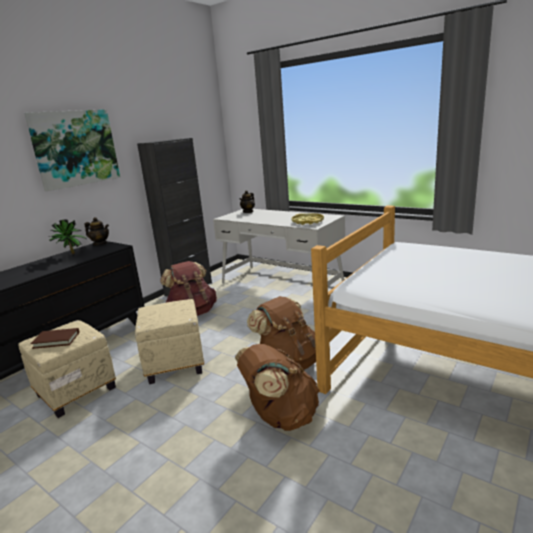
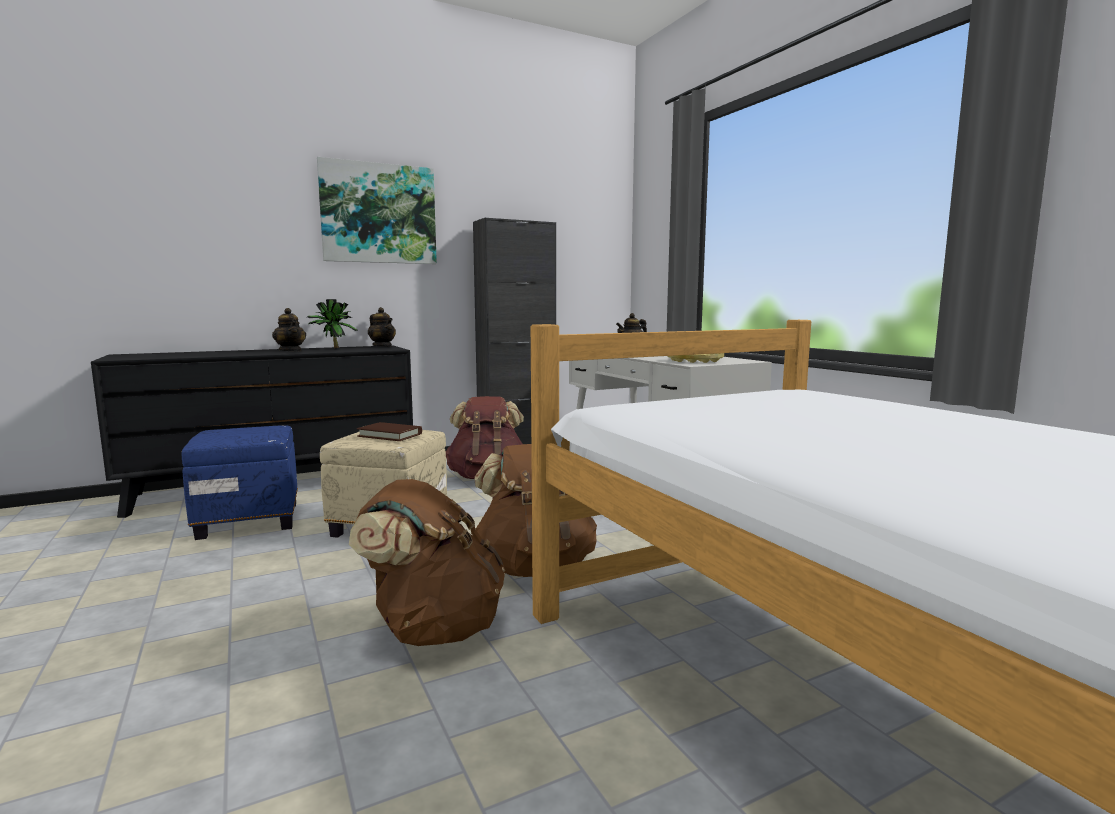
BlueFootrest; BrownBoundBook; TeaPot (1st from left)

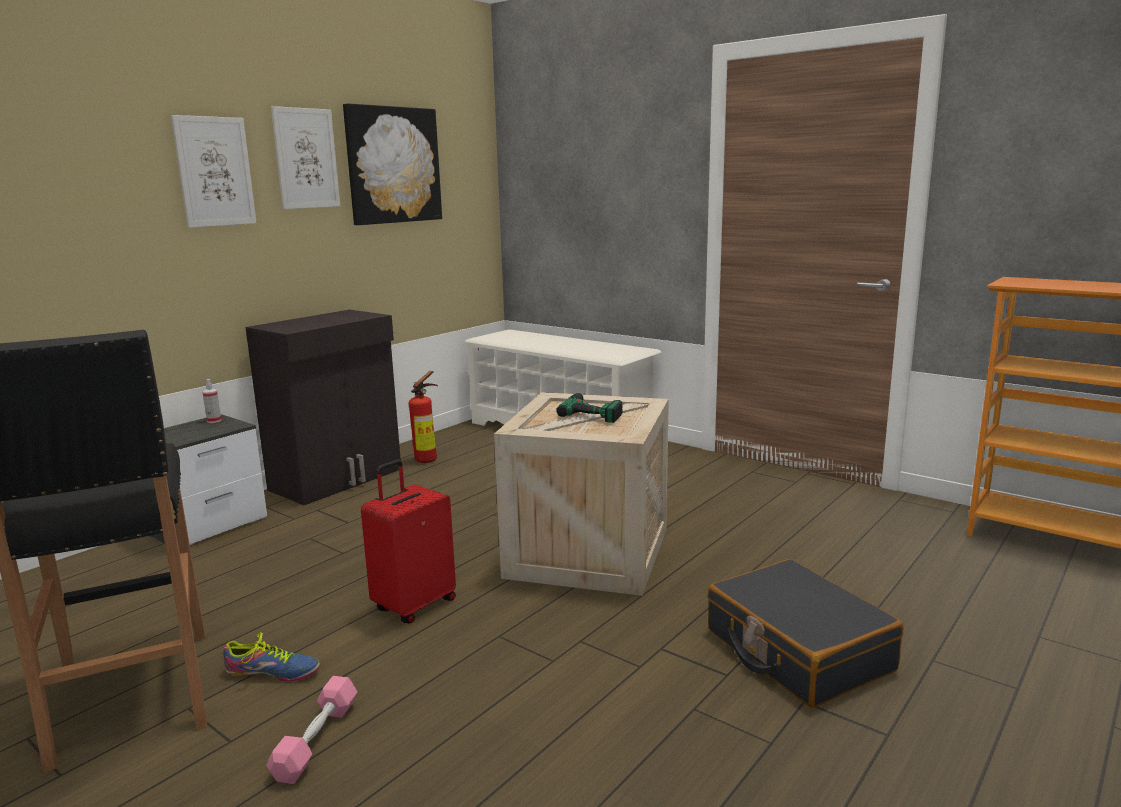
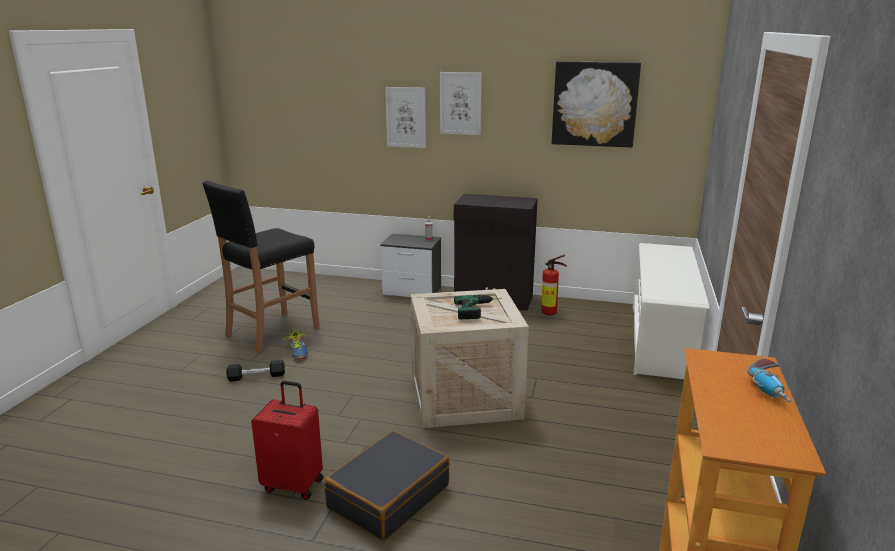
WallPicture (1st from left); RedColouredTravelCase; BlackHandWeight; ElectricDrill (2nd from left)

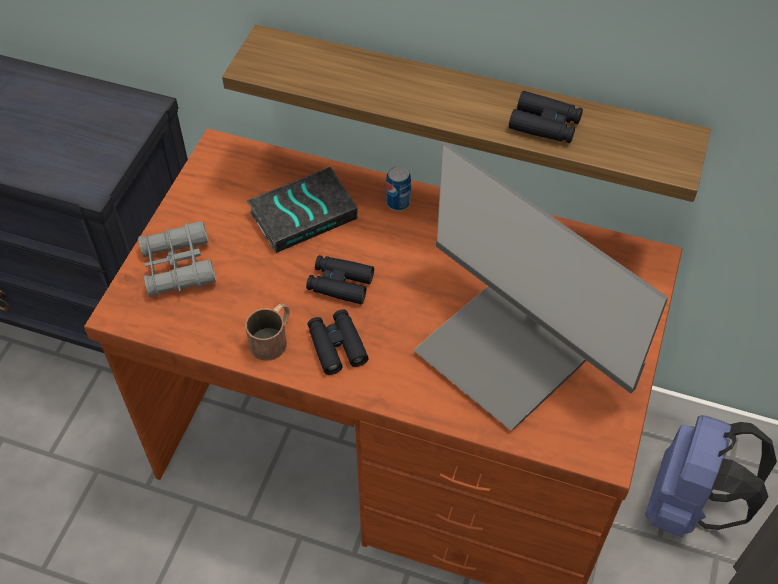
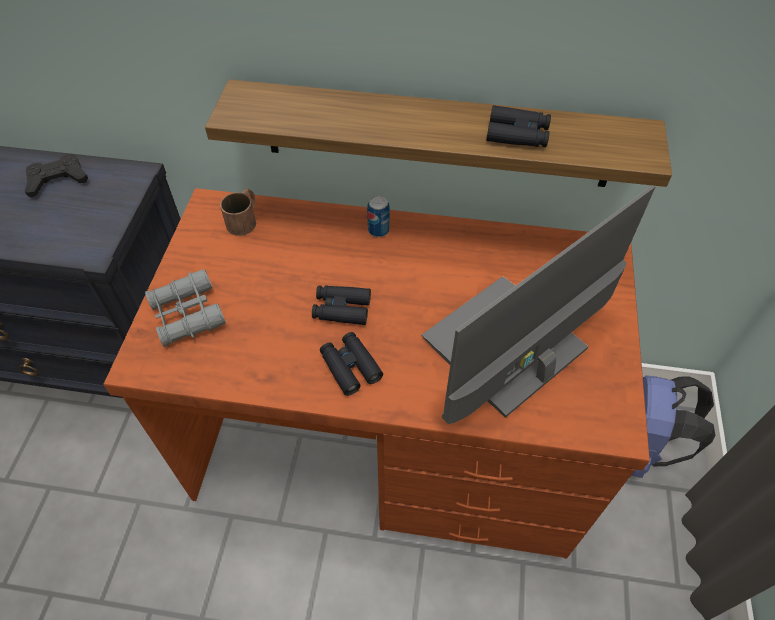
ComputerScreen; BoundBook; BrownCoffeeMug; BlackJoypad

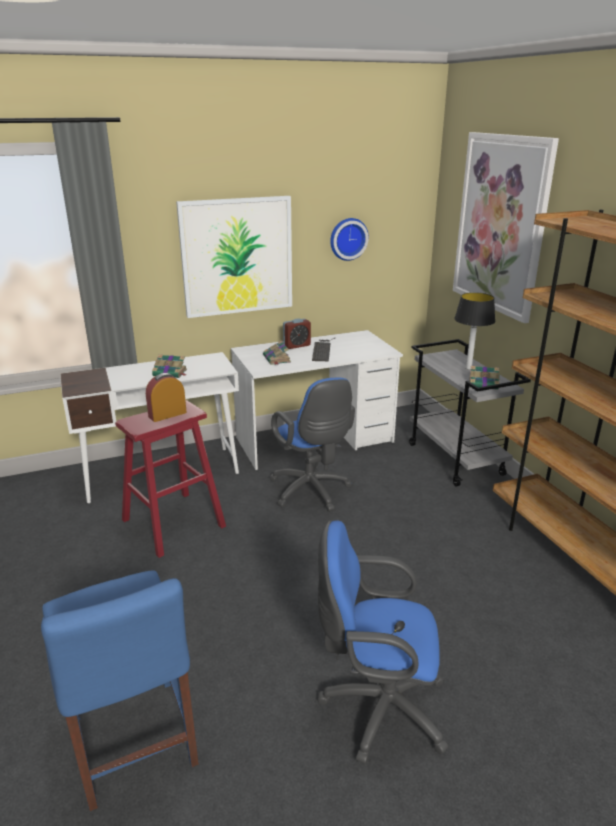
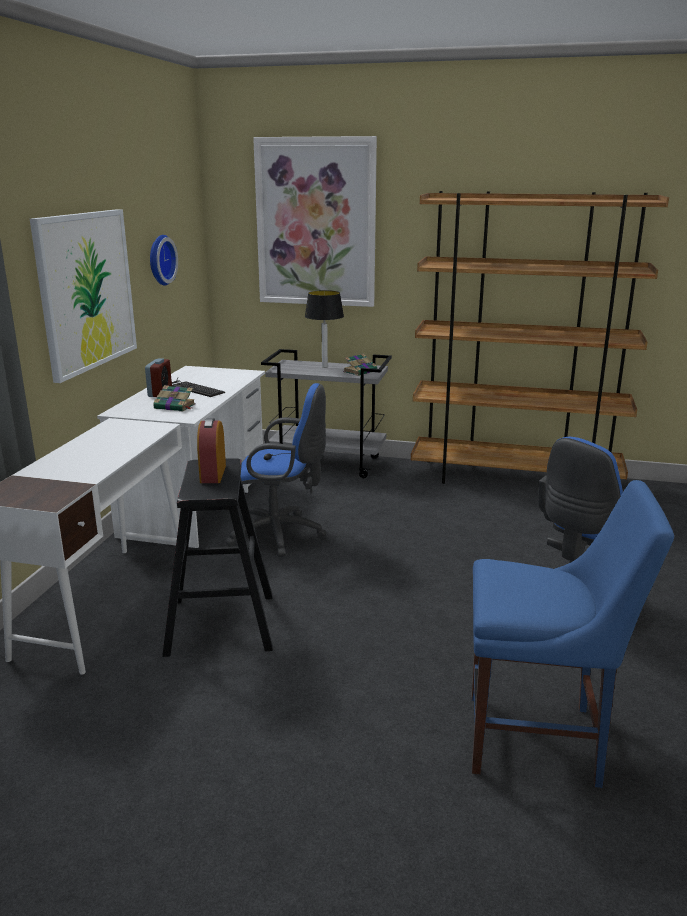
BoundBook (1st from left in the first image); BlackSittingStool

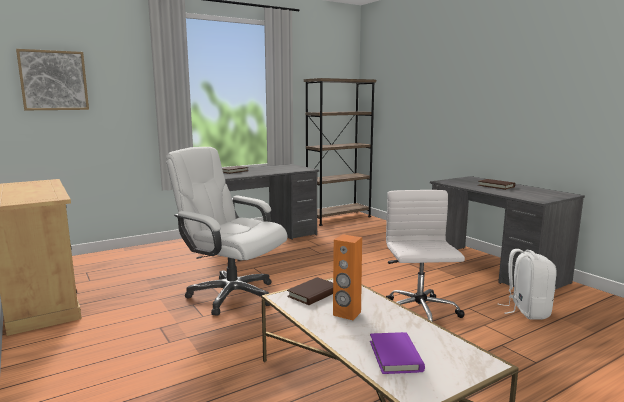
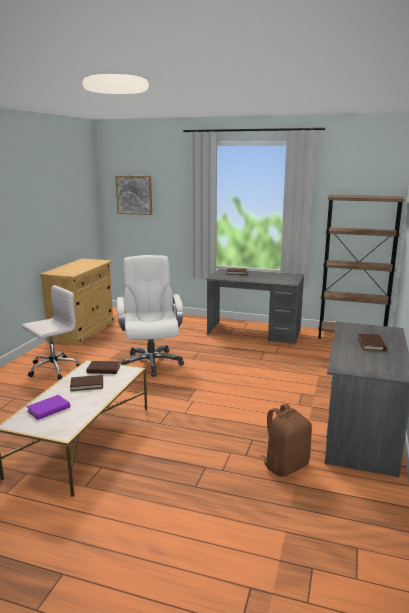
WhiteColouredOfficeChair (1st from left); BrownBoundBook (1st from left); BrownRucksack

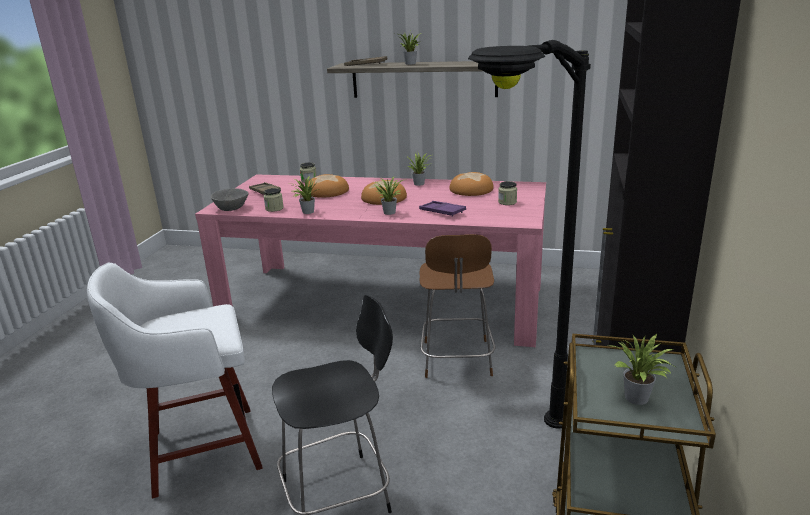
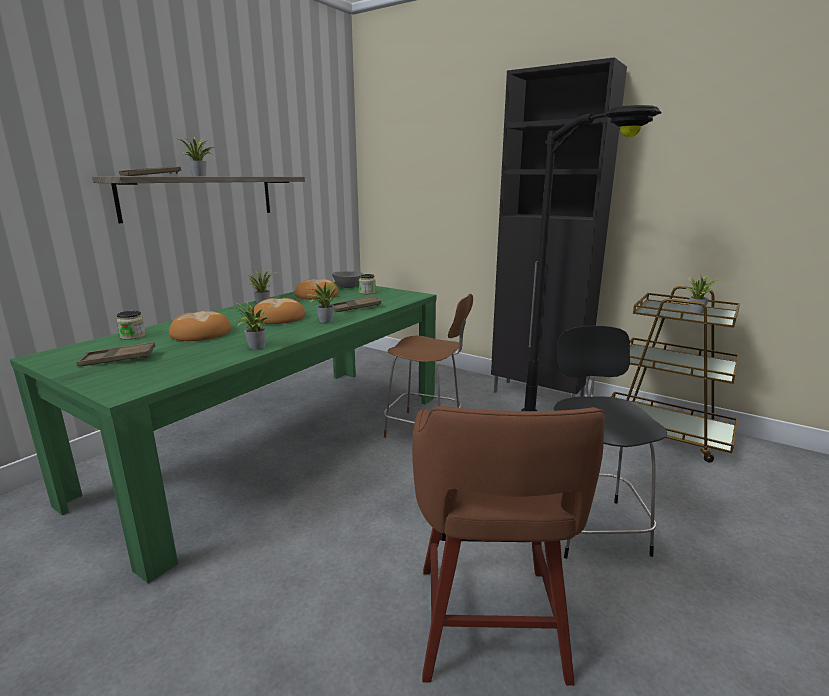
GreenColouredKitchenTable; GreyishDeepDish; PreserveJar (1st from left in the first image); BrownCarryingTray (3rd from left); BrownSittingStool

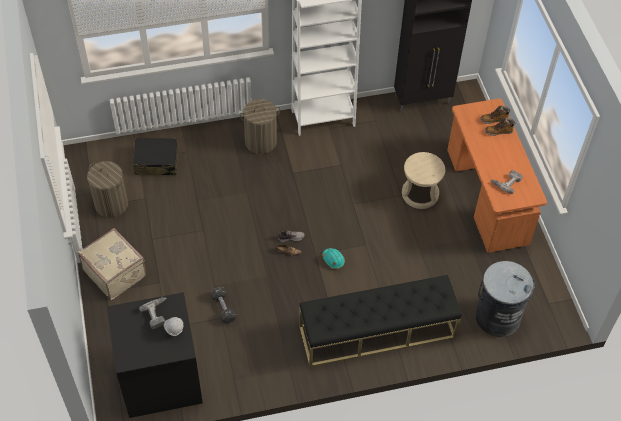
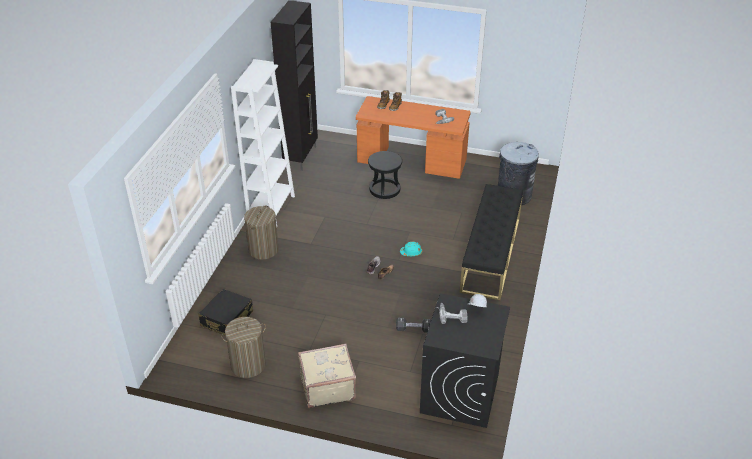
BlackSittingStool

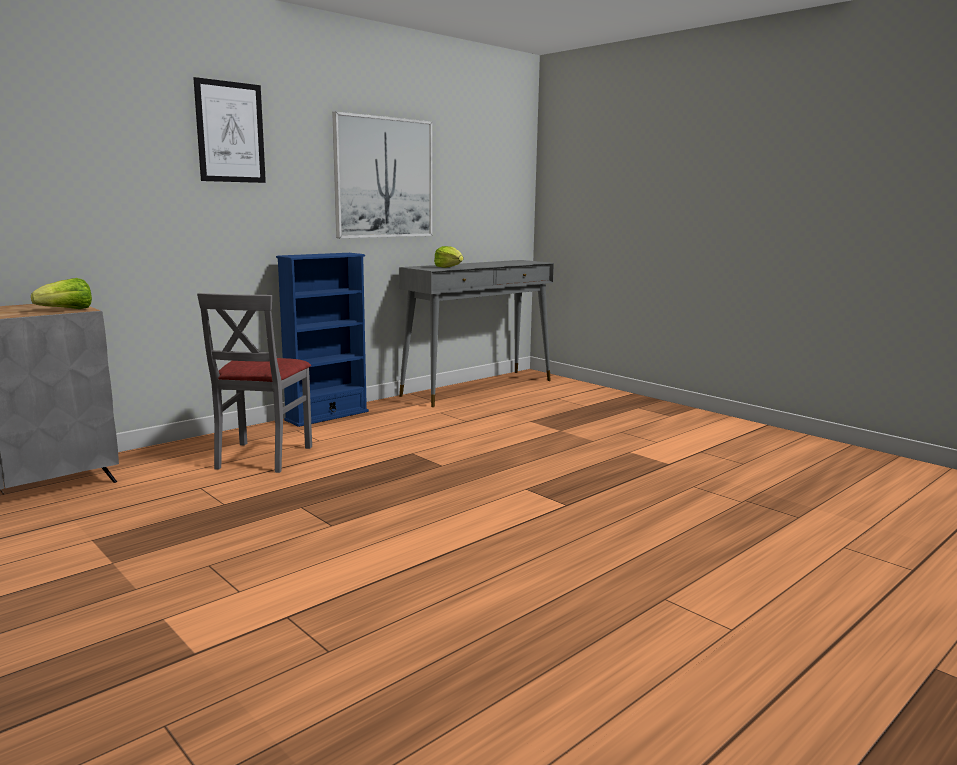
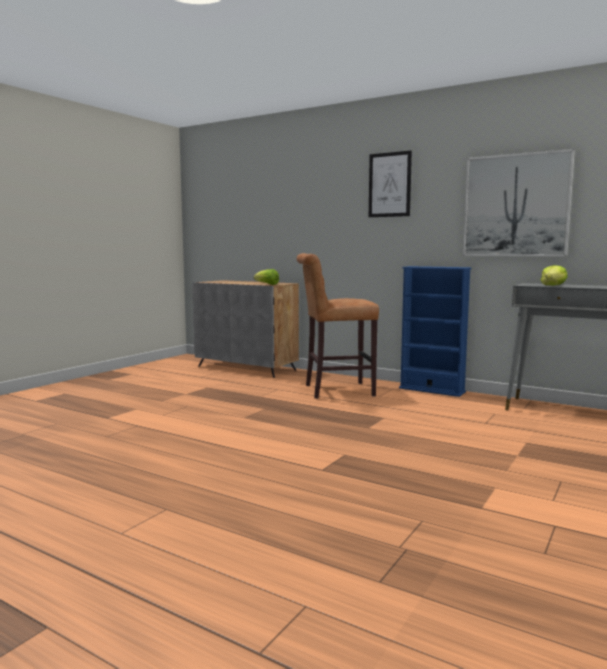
BrownSittingStool

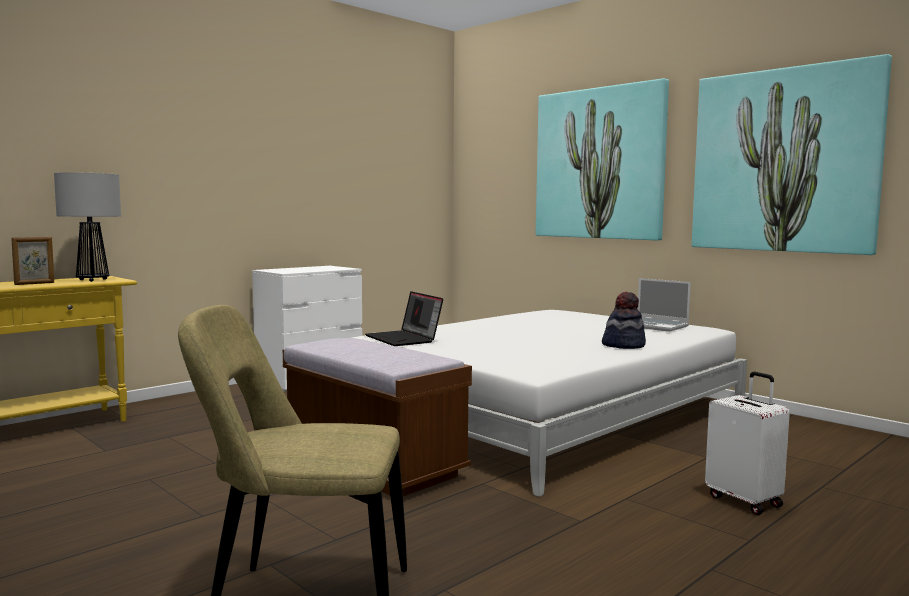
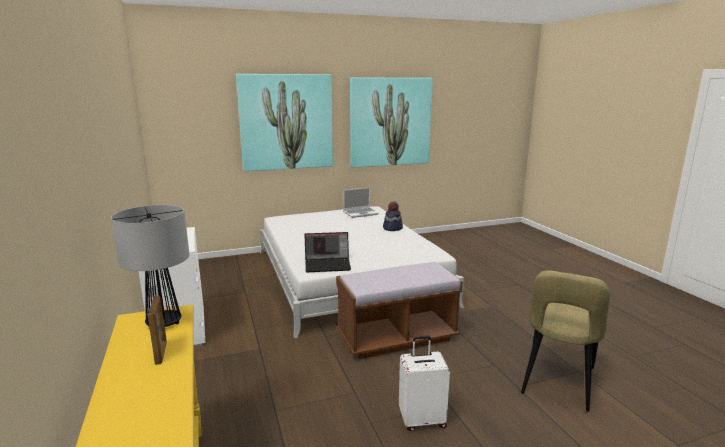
WhiteColouredTravelCase

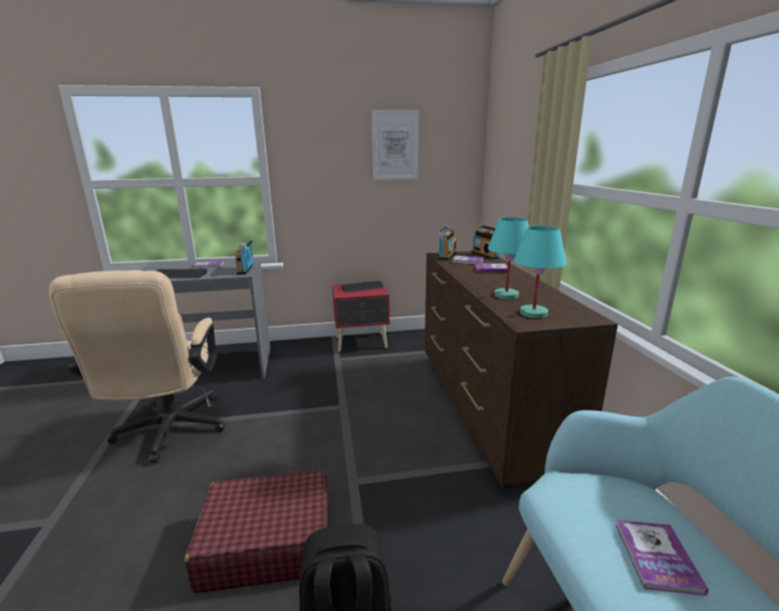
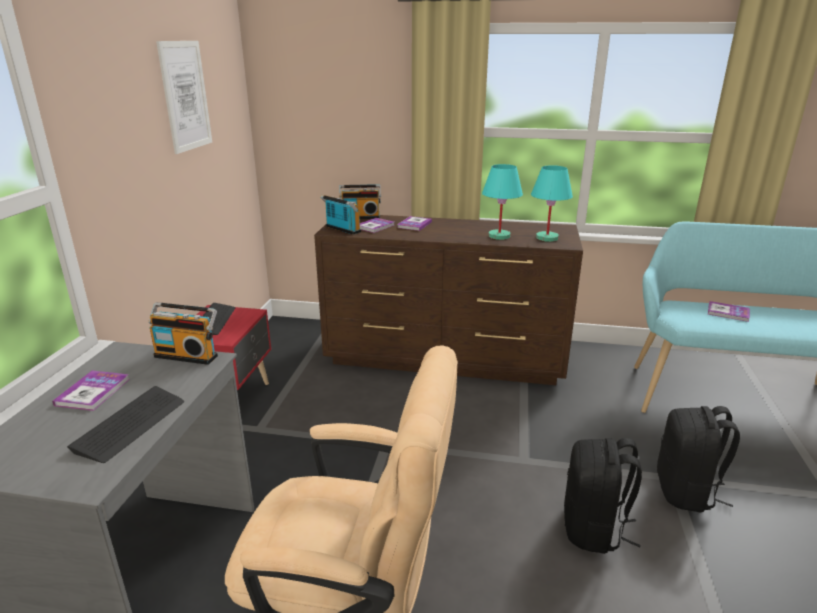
BlackRucksack (1st from left)

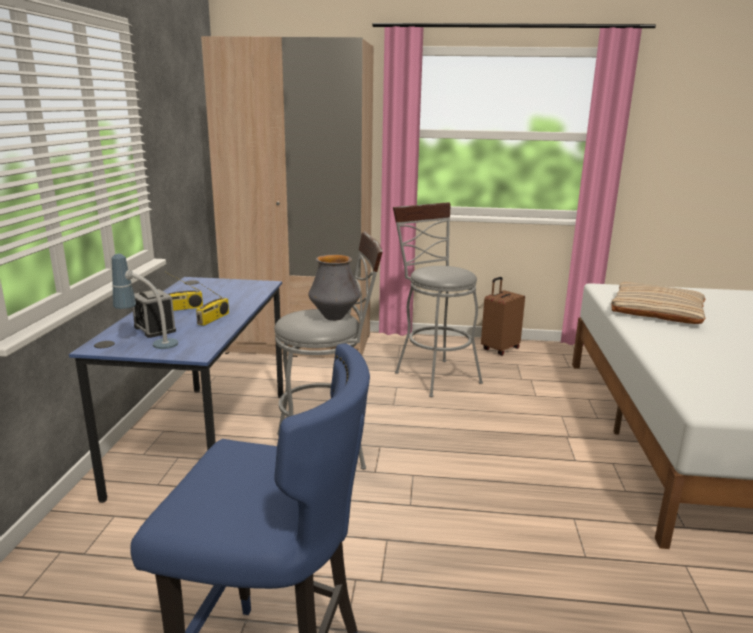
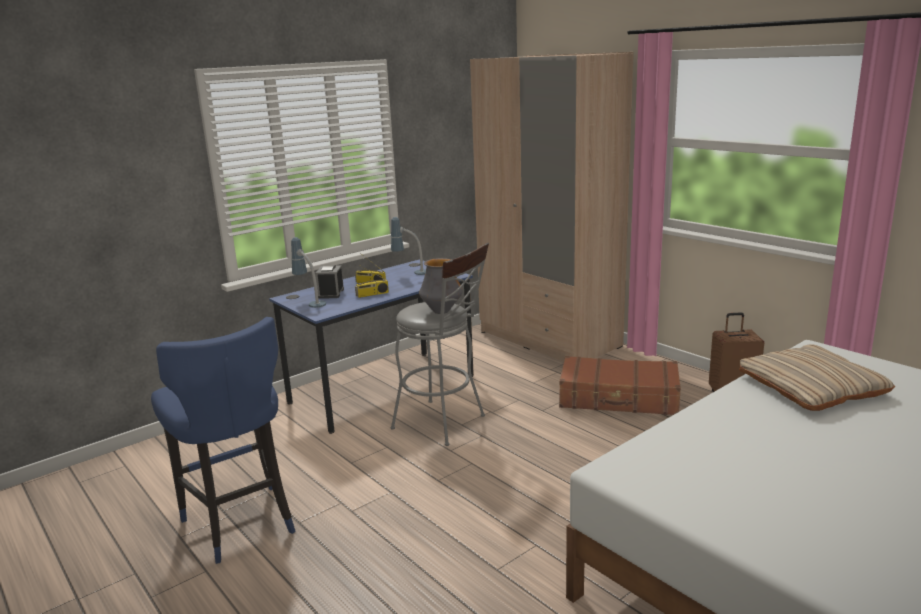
BrownTravelCase (1st from left); TabletopLamp (2nd from left)

